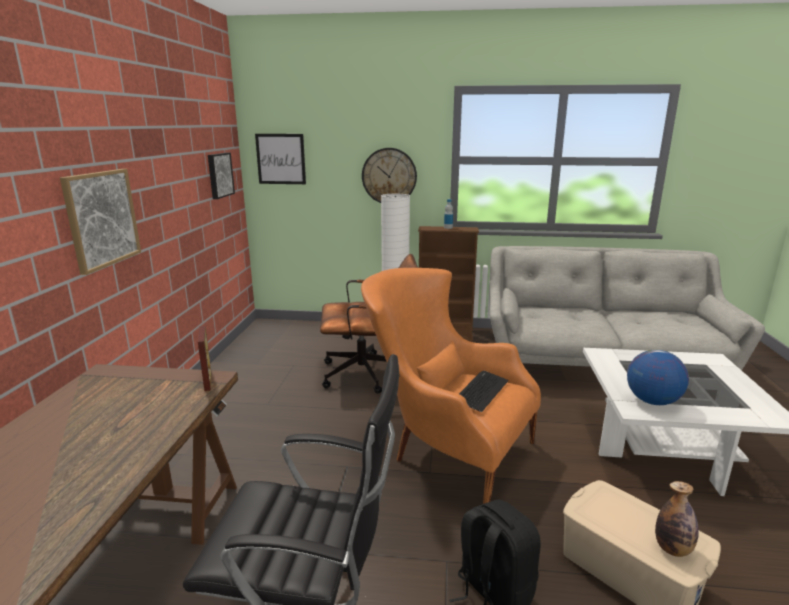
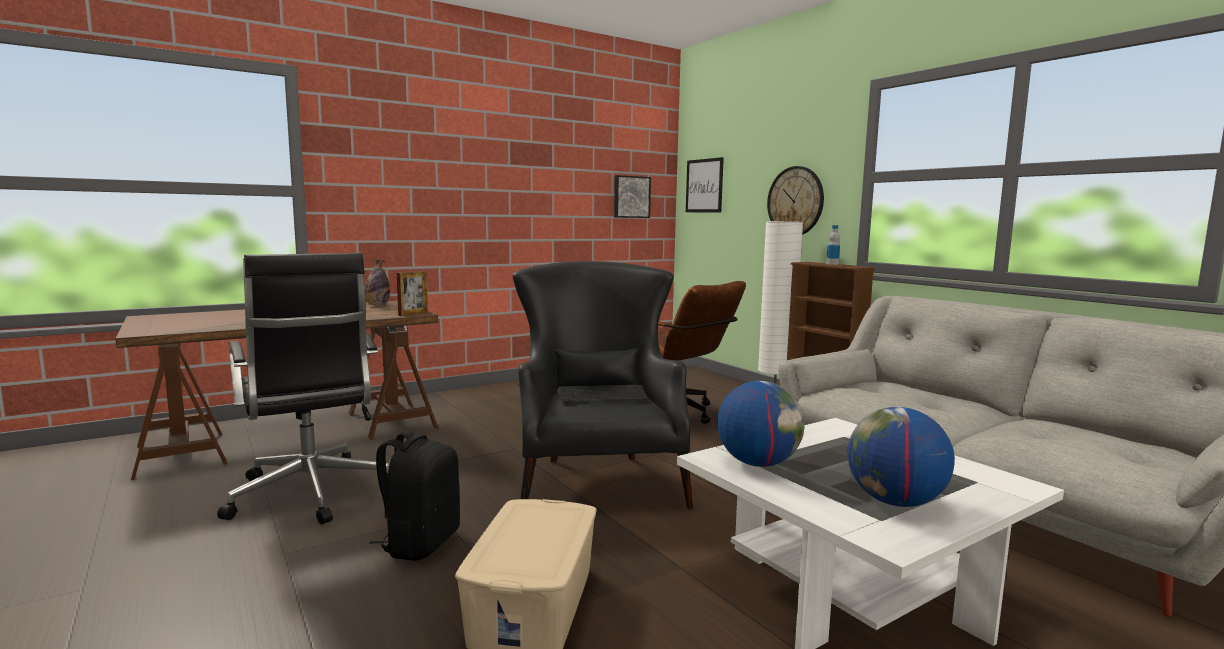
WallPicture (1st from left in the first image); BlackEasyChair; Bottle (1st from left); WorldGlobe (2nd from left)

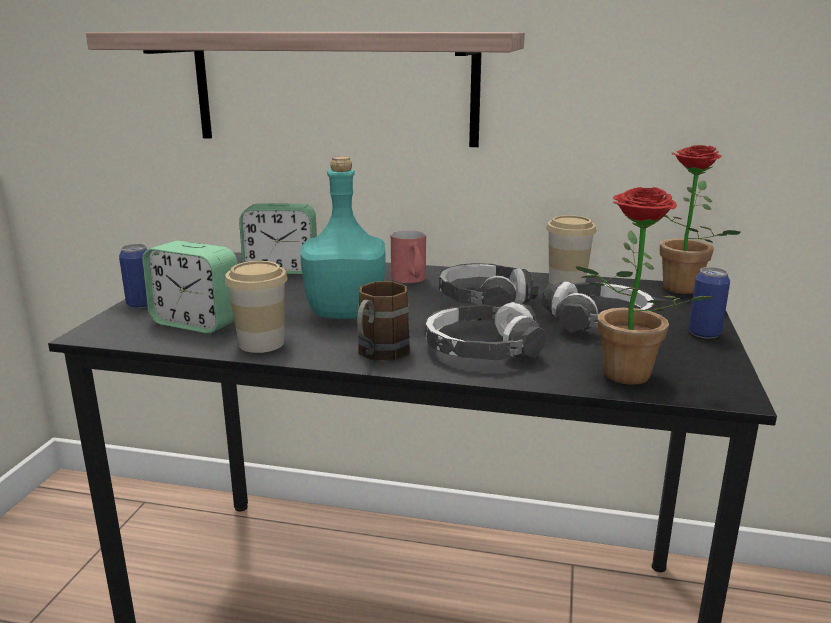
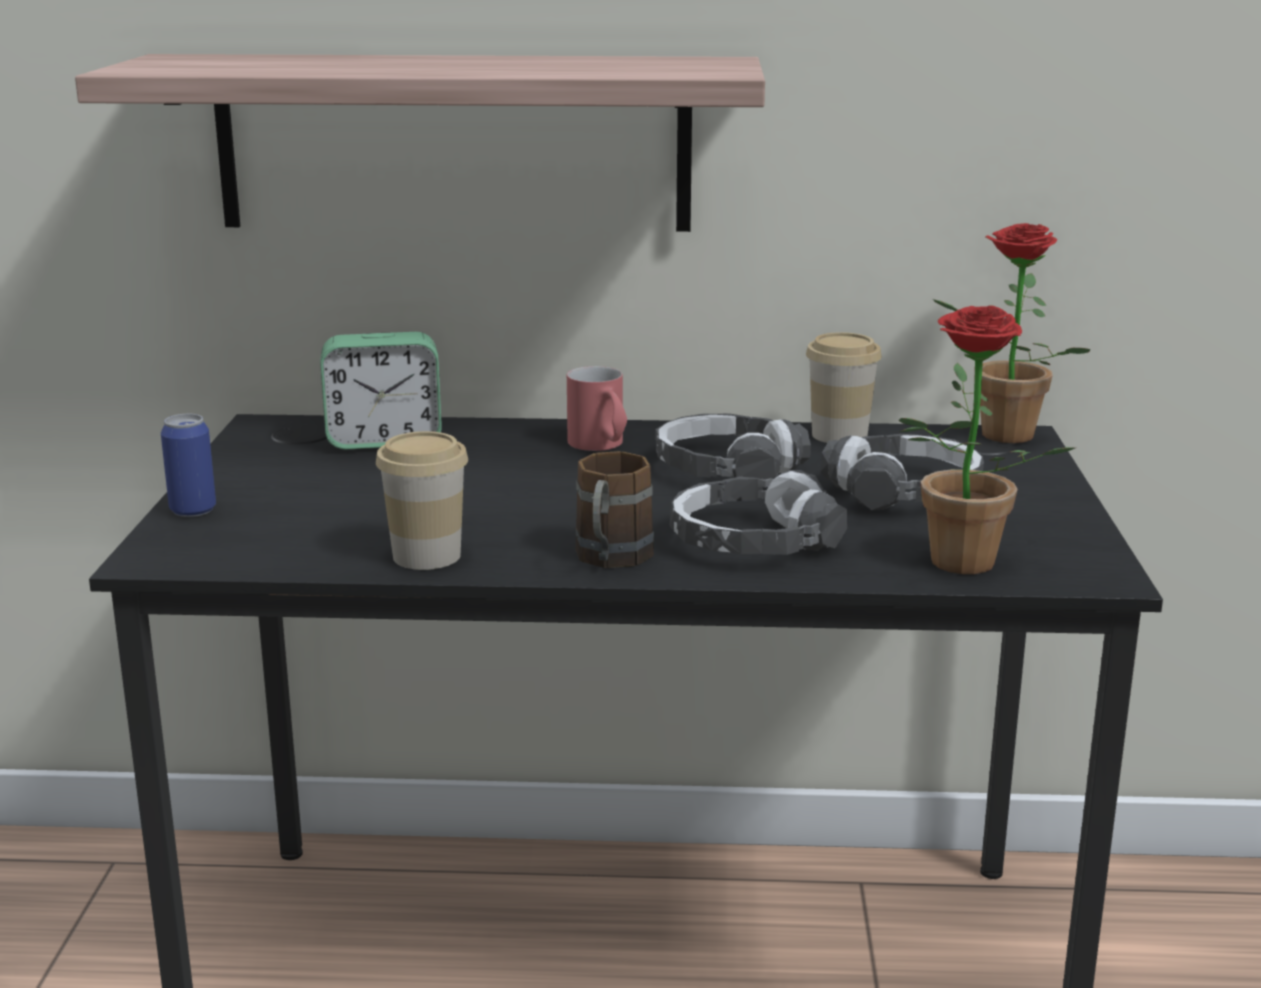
TurquoiseBottle; BedsideClock (1st from left in the first image); Can (2nd from left in the first image)

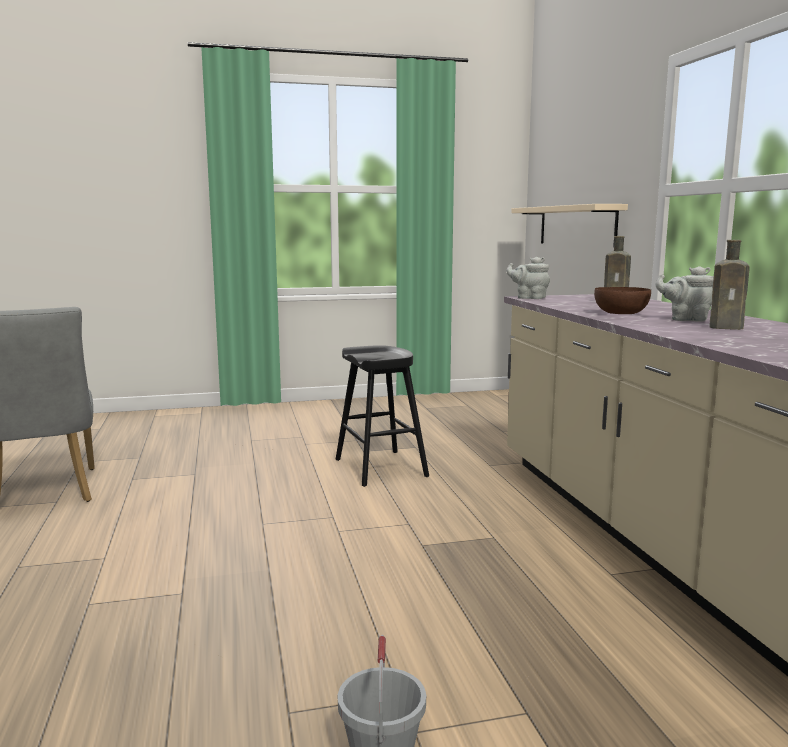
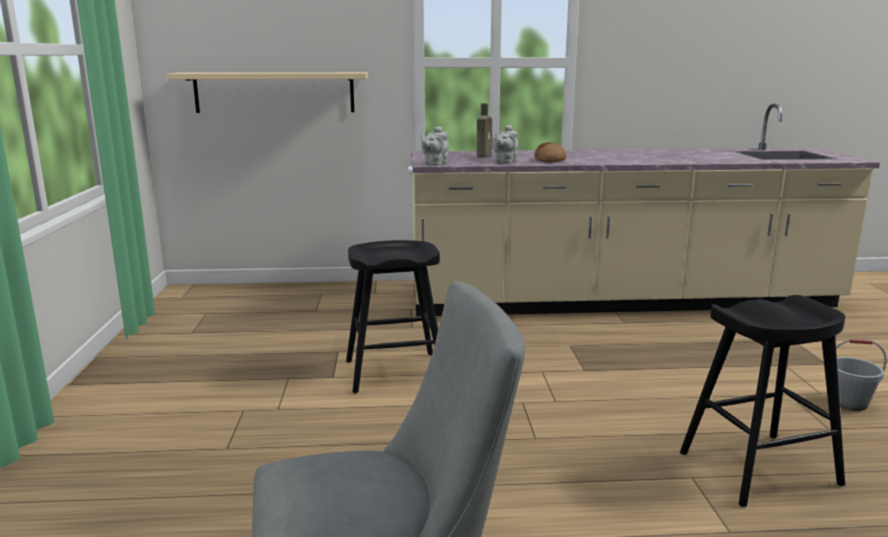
BrownBottle (2nd from left in the first image); GreyishTeaPot (2nd from left); BakeryBread; BlackSittingStool (2nd from left)

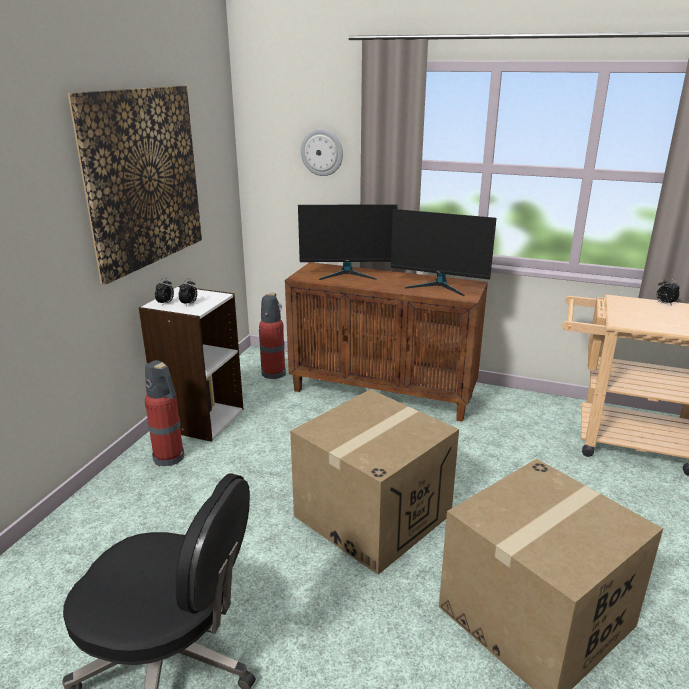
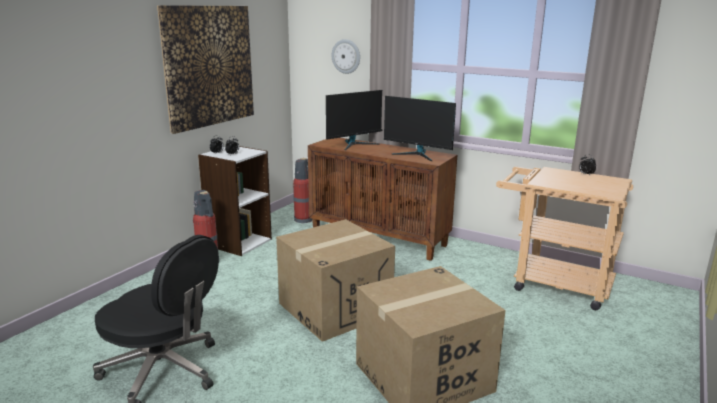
ComputerScreen (1st from left)

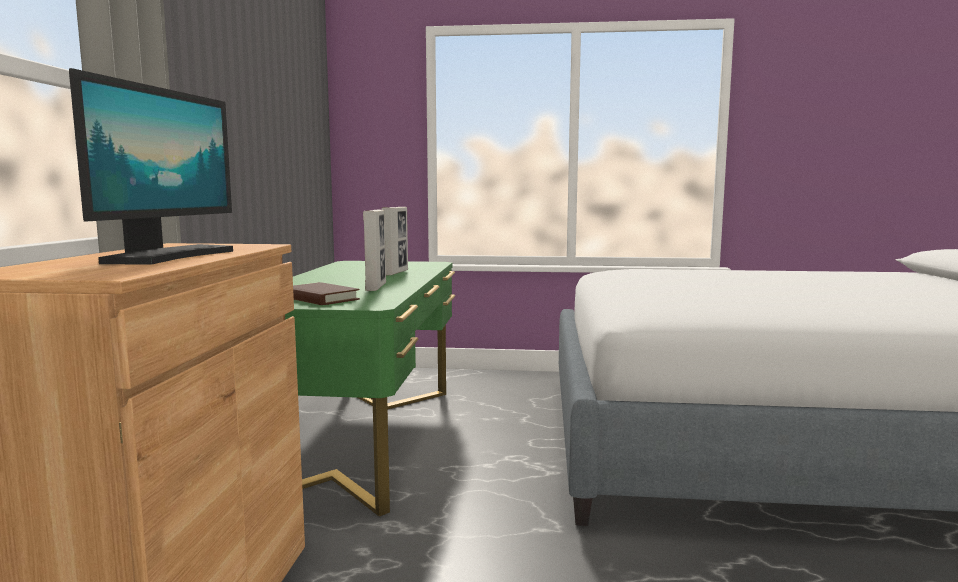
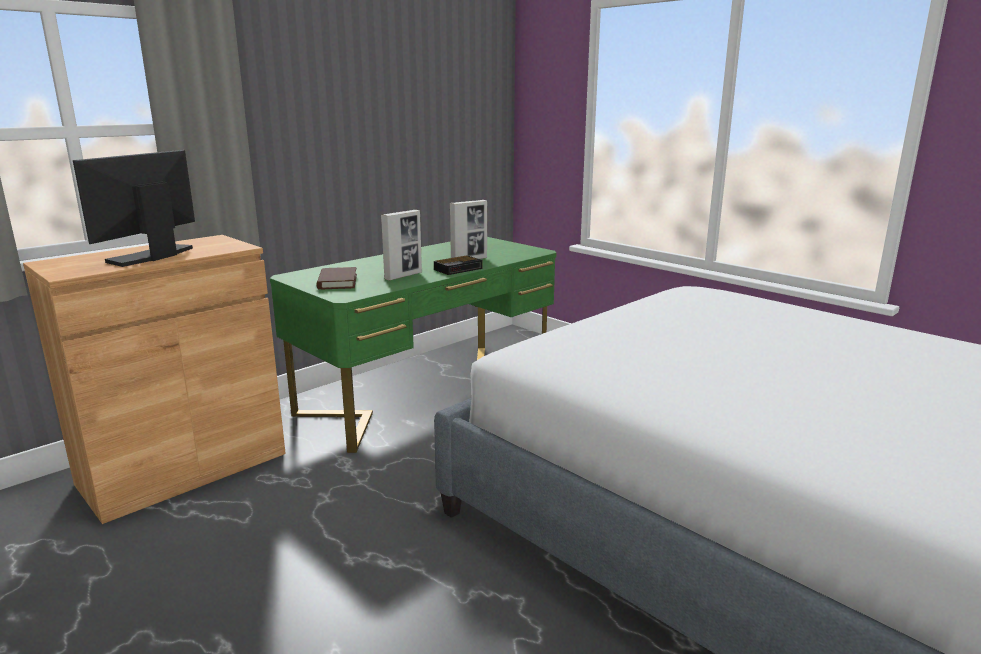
ComputerScreen; BedsideClock

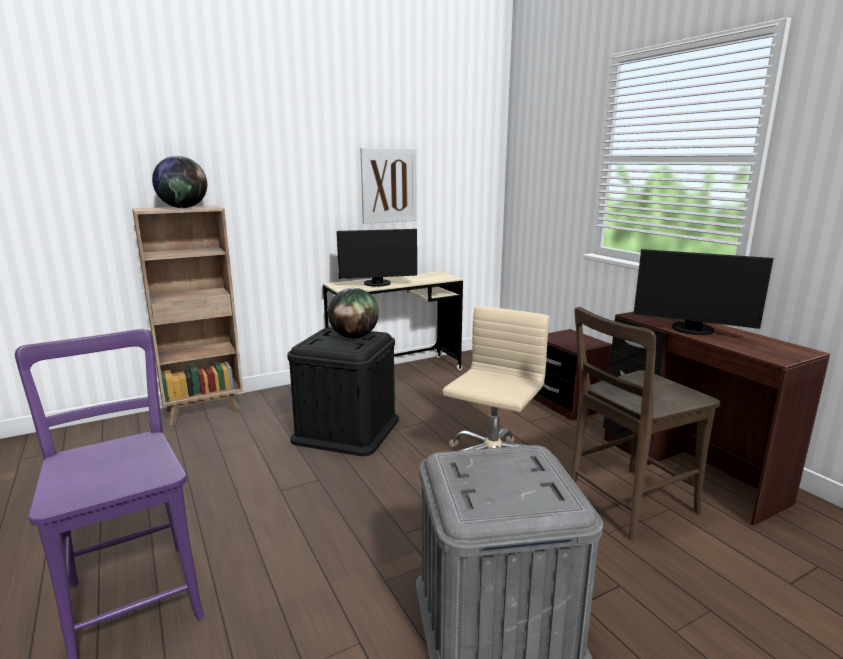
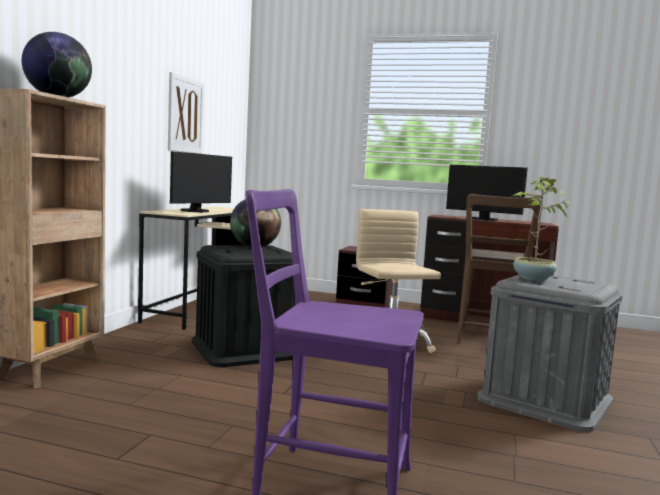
ComputerScreen (2nd from left); PottedPlant

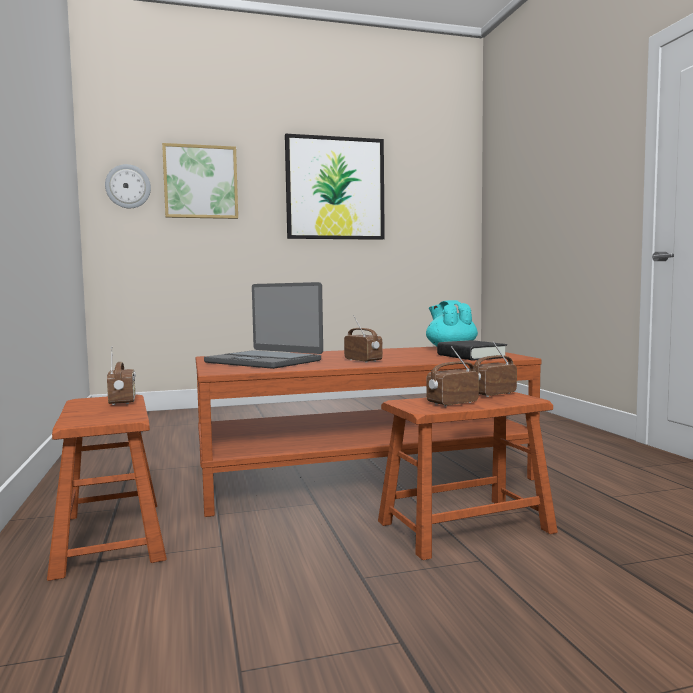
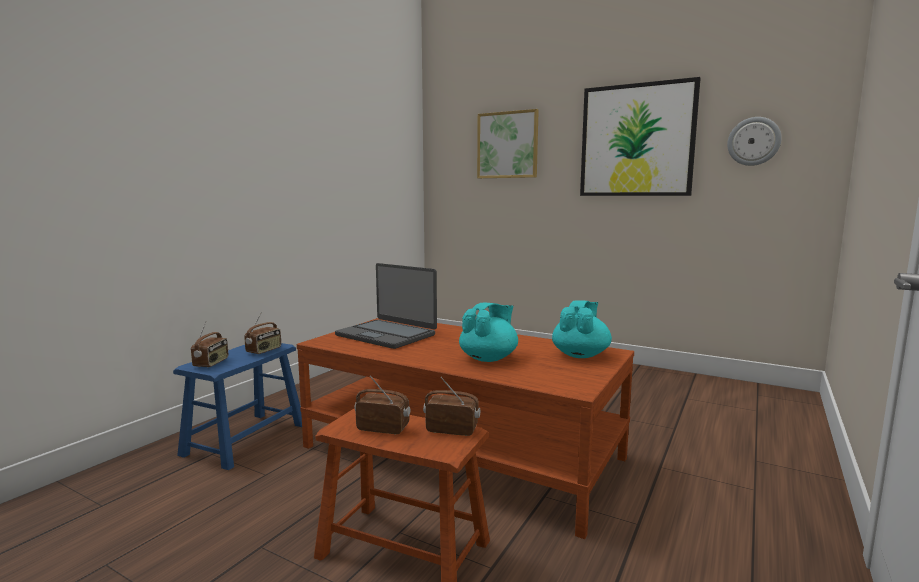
WallClock; PortableComputer; RadioSet (1st from left); BlackBoundBook; BlueSittingStool; TurquoiseTeaPot (1st from left)

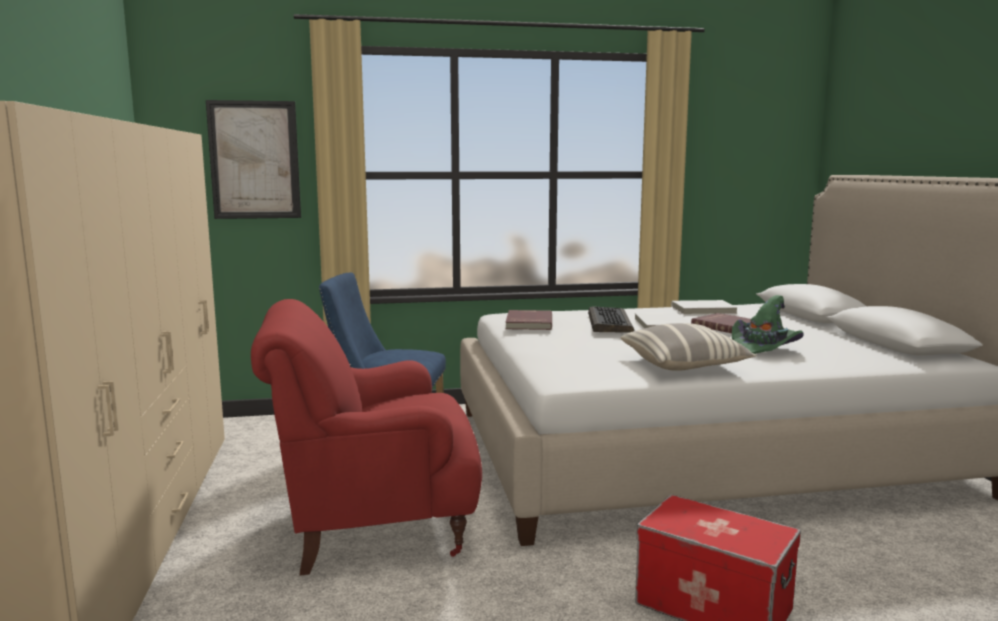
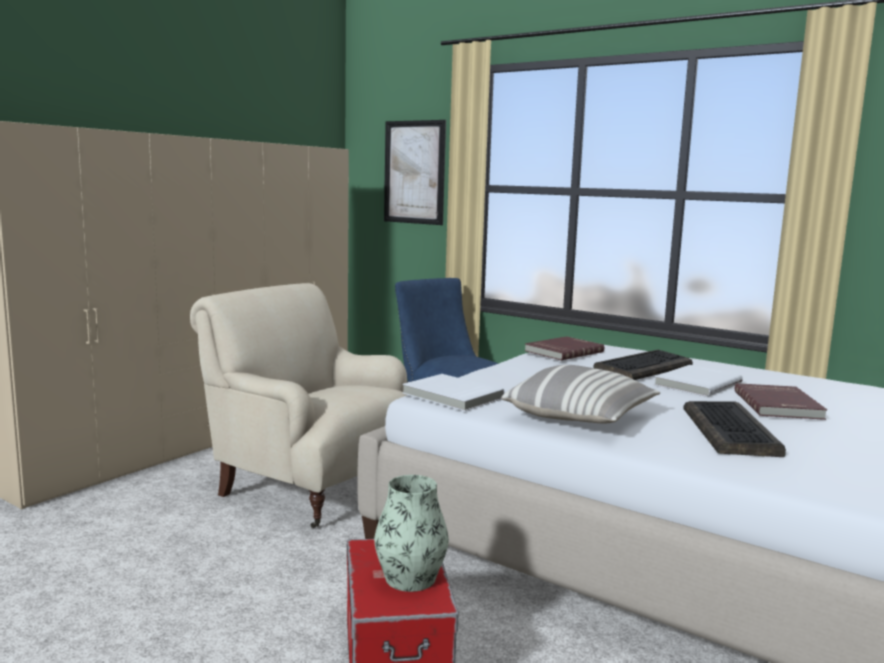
Keyboard (2nd from left); BeigeColouredEasyChair; WhiteColouredBoundBook (1st from left); DecorativeVase

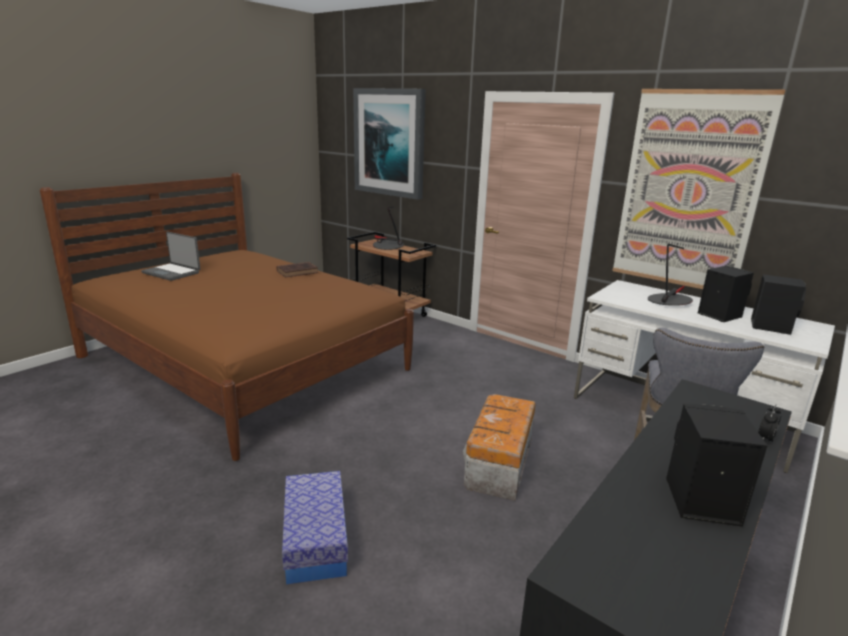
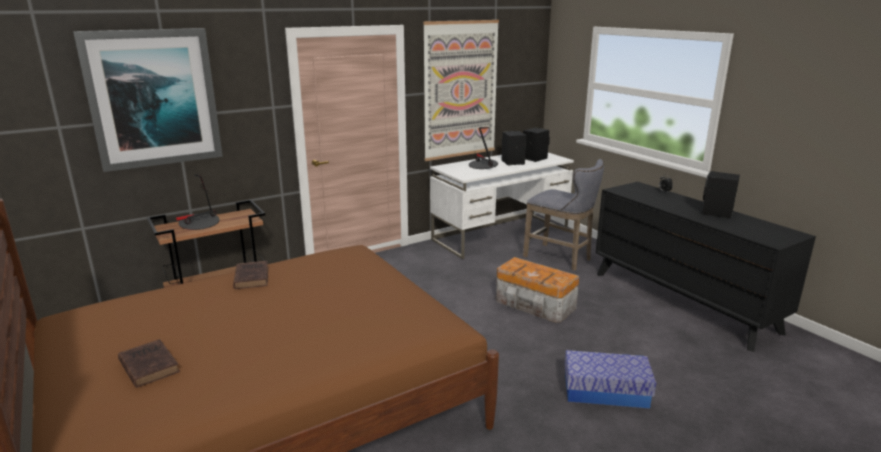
BrownBoundBook (1st from left)

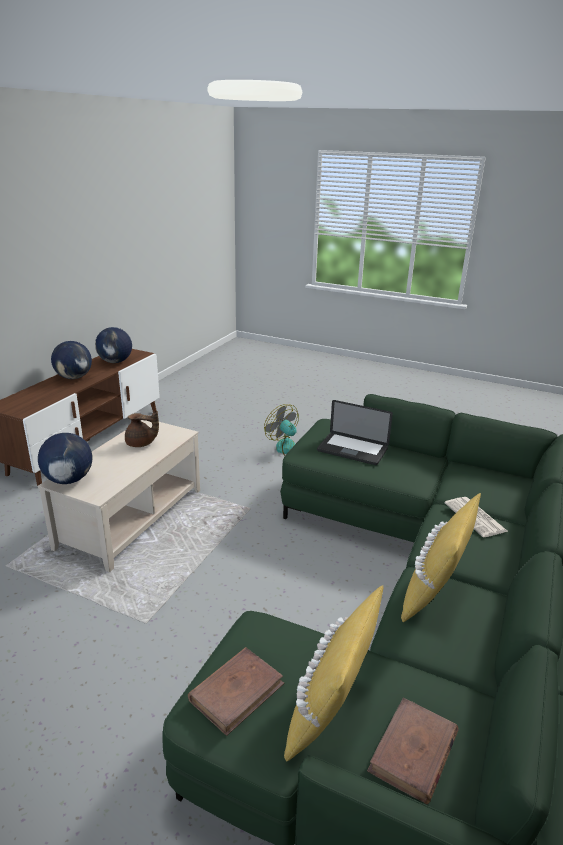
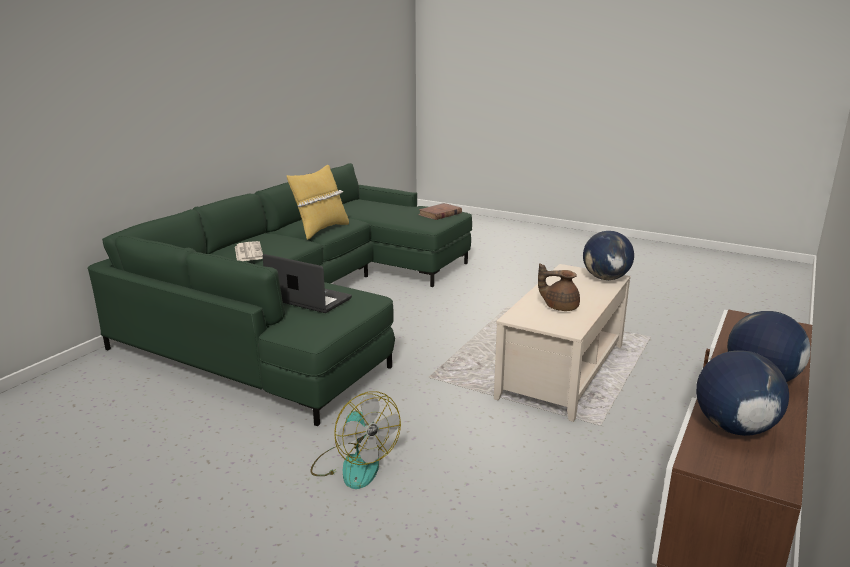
YellowColouredCushion (1st from left in the first image); BrownBoundBook (2nd from left in the first image)

